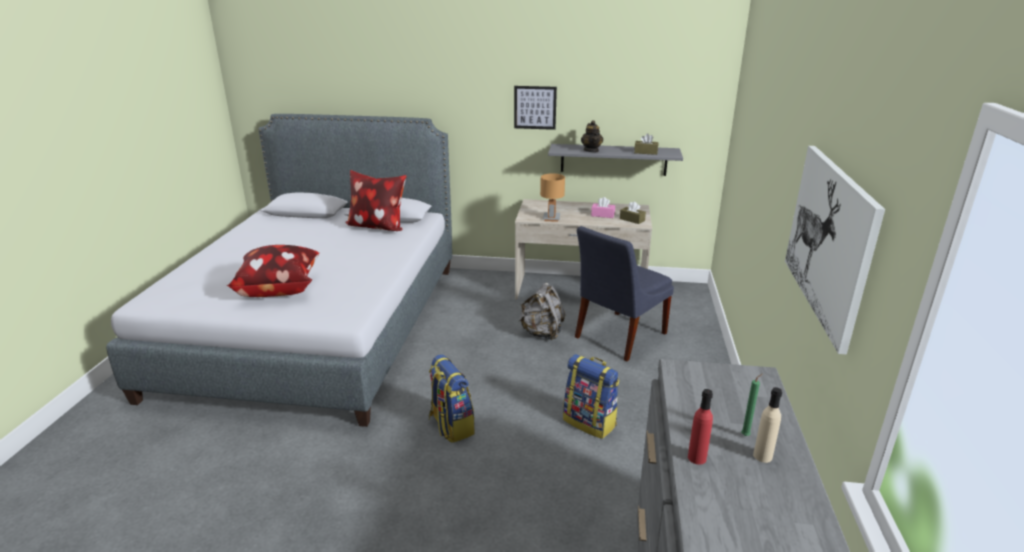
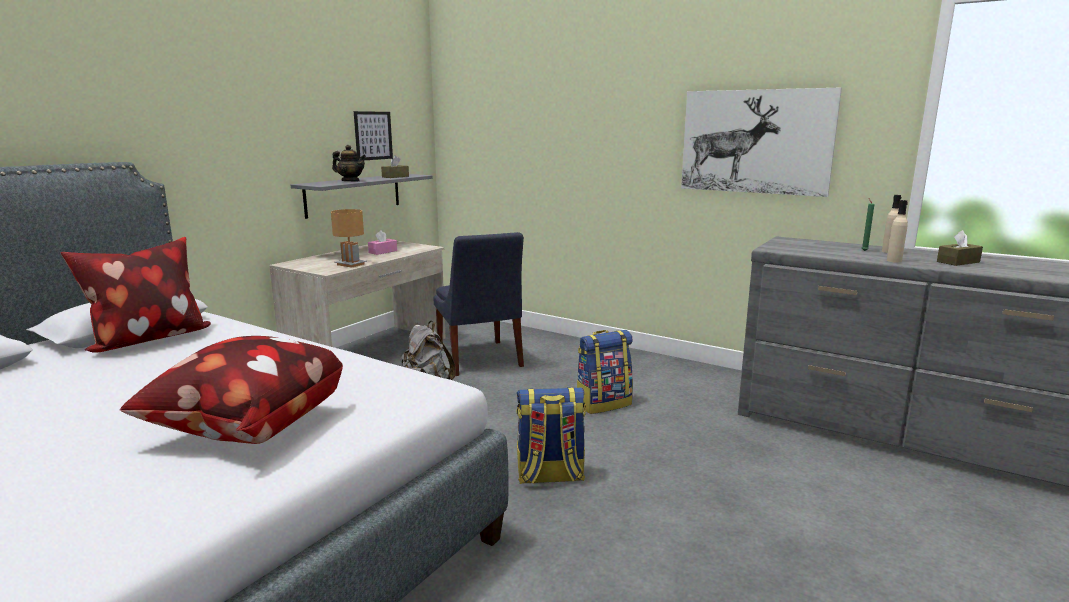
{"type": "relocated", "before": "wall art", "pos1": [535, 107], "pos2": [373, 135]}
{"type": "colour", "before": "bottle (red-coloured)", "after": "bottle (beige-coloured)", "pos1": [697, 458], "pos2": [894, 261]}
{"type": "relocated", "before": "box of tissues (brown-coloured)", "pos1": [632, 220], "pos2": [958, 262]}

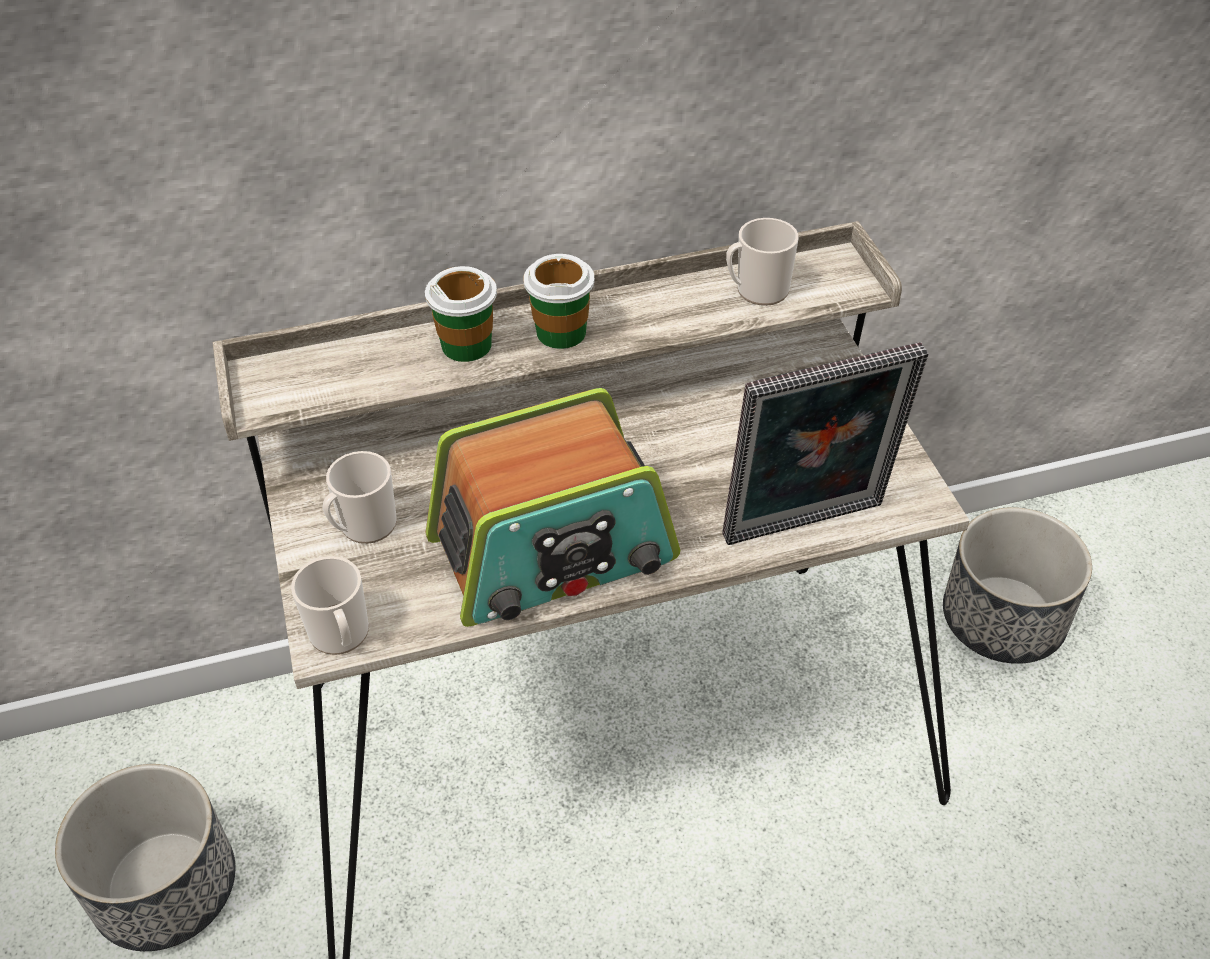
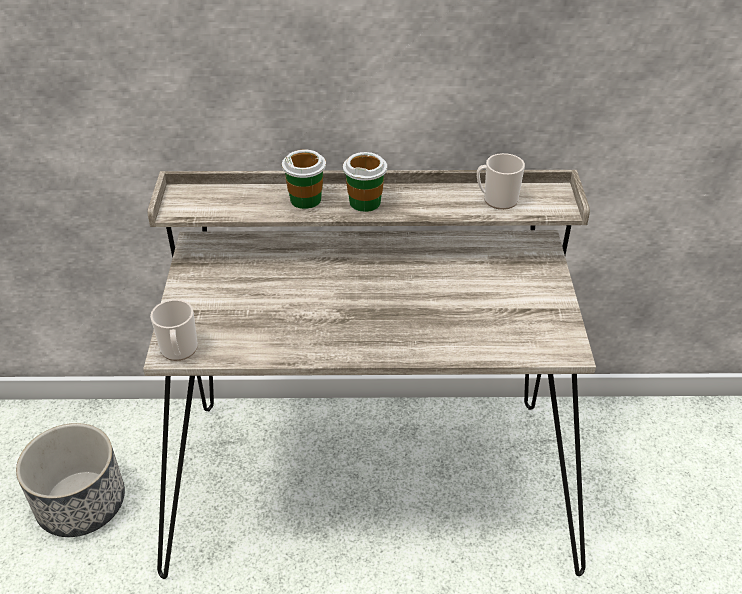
{"type": "missing", "before": "mug", "pos1": [363, 527]}
{"type": "missing", "before": "radio receiver", "pos1": [553, 551]}
{"type": "missing", "before": "photo frame", "pos1": [807, 527]}
{"type": "missing", "before": "planter", "pos1": [1002, 618]}

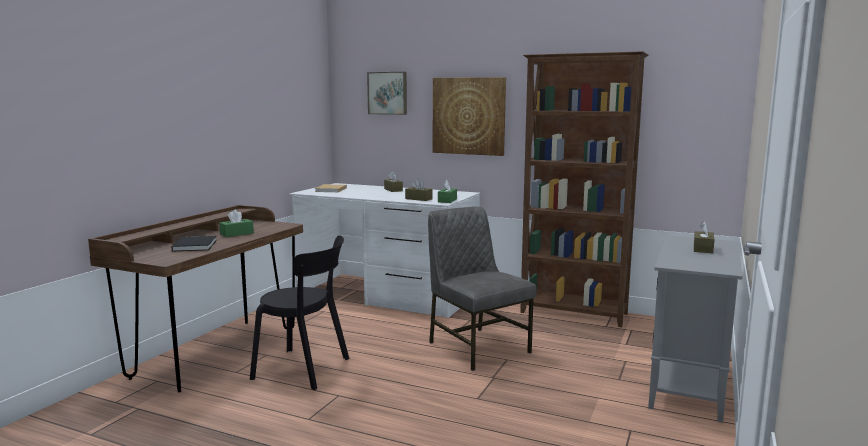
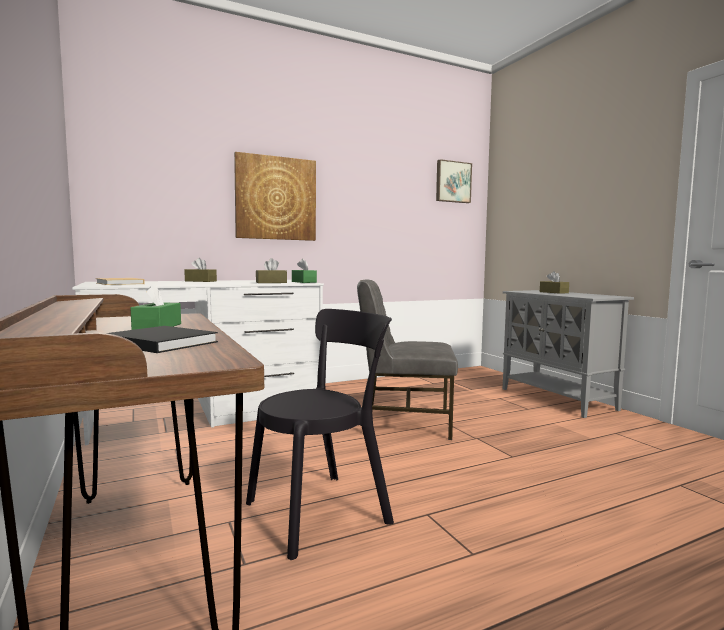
{"type": "relocated", "before": "wall art", "pos1": [388, 93], "pos2": [452, 182]}
{"type": "missing", "before": "bookshelf (brown-coloured)", "pos1": [574, 313]}

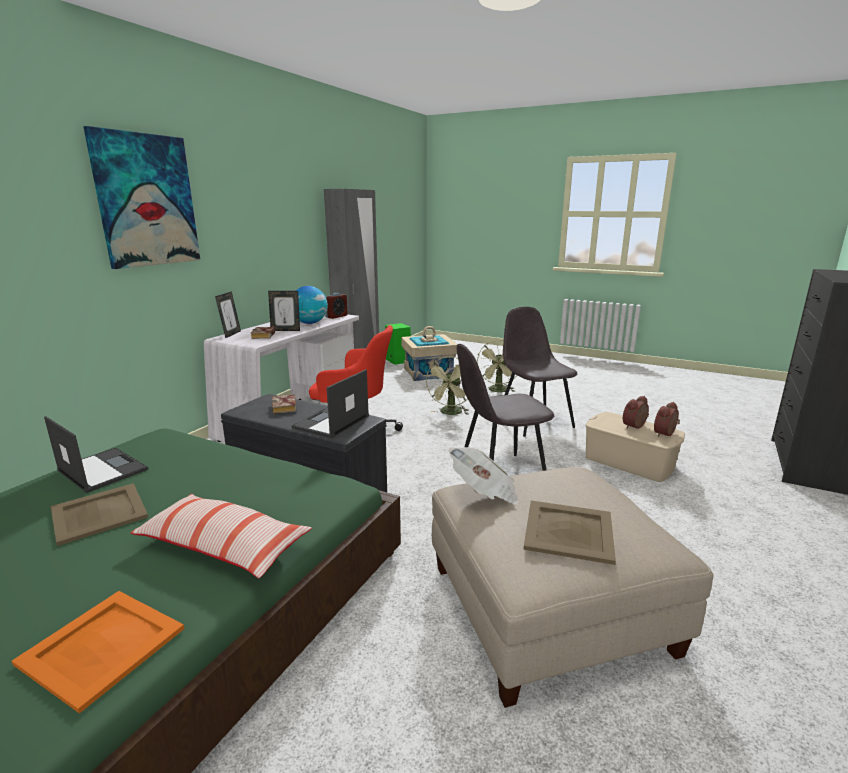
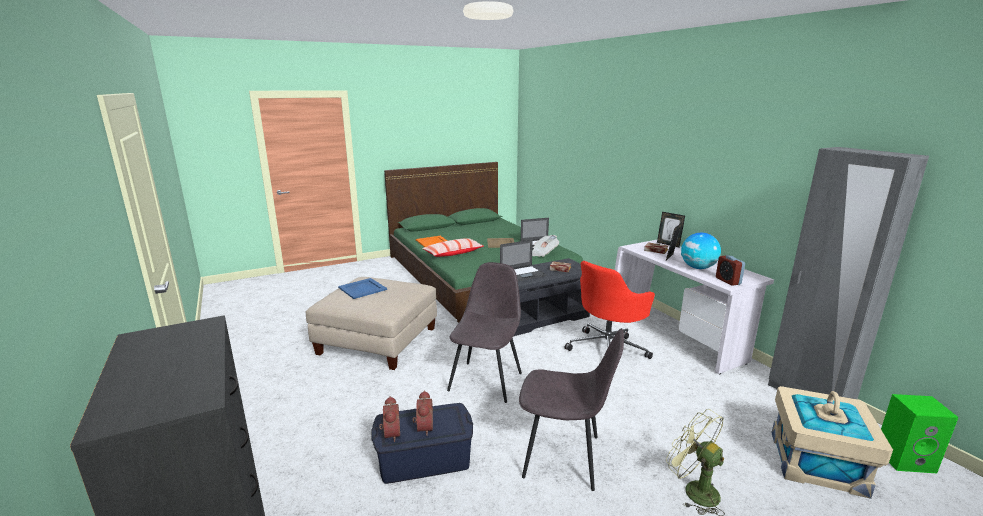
{"type": "colour", "before": "tray (beige-coloured)", "after": "tray (blue-coloured)", "pos1": [568, 531], "pos2": [363, 288]}
{"type": "colour", "before": "storage container (beige-coloured)", "after": "storage container (blue-coloured)", "pos1": [629, 462], "pos2": [424, 458]}
{"type": "spun", "before": "portable computer", "pos1": [331, 422], "pos2": [523, 274], "turn": 90}
{"type": "relocated", "before": "newspaper", "pos1": [484, 492], "pos2": [543, 253]}
{"type": "missing", "before": "wall art", "pos1": [146, 200]}
{"type": "missing", "before": "electric fan (green-coloured)", "pos1": [450, 413]}

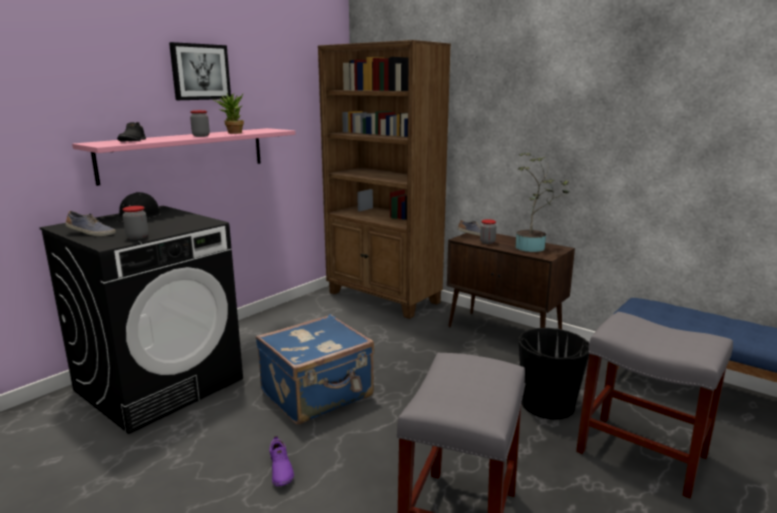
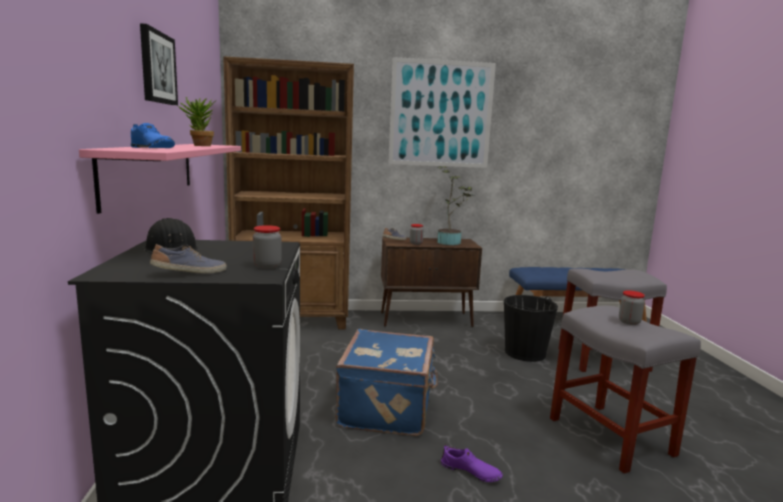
{"type": "colour", "before": "item of footwear (blackish)", "after": "item of footwear (blue-coloured)", "pos1": [132, 141], "pos2": [152, 148]}
{"type": "appeared", "after": "wall art", "pos2": [441, 114]}
{"type": "relocated", "before": "storage jar", "pos1": [201, 136], "pos2": [629, 322]}

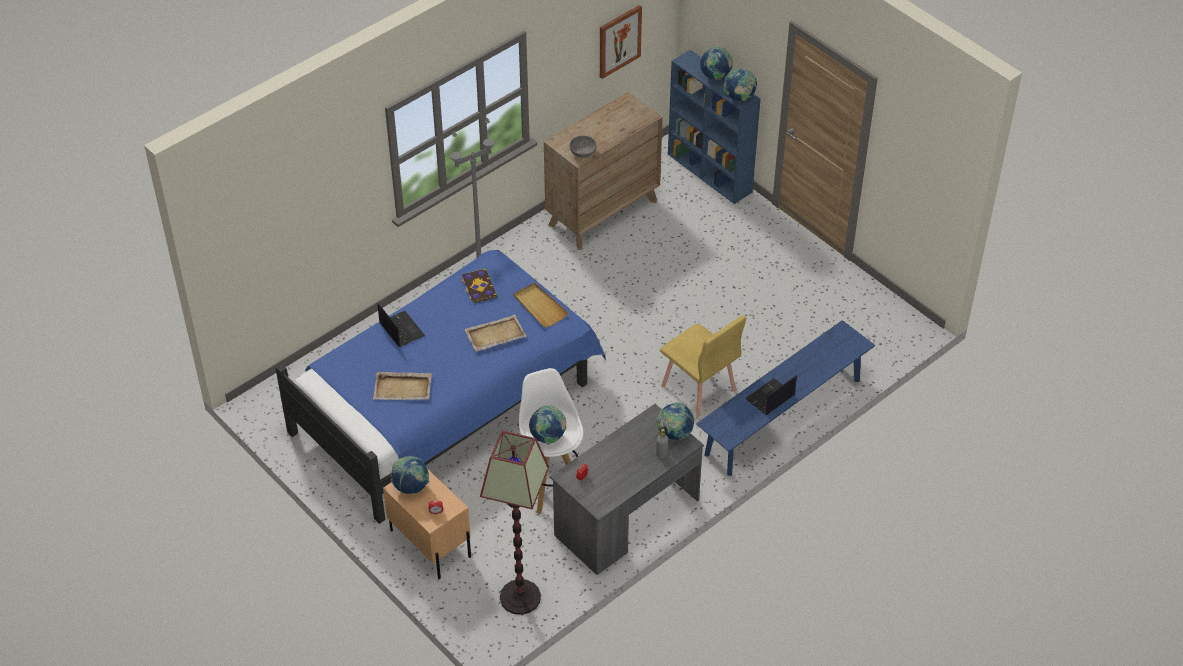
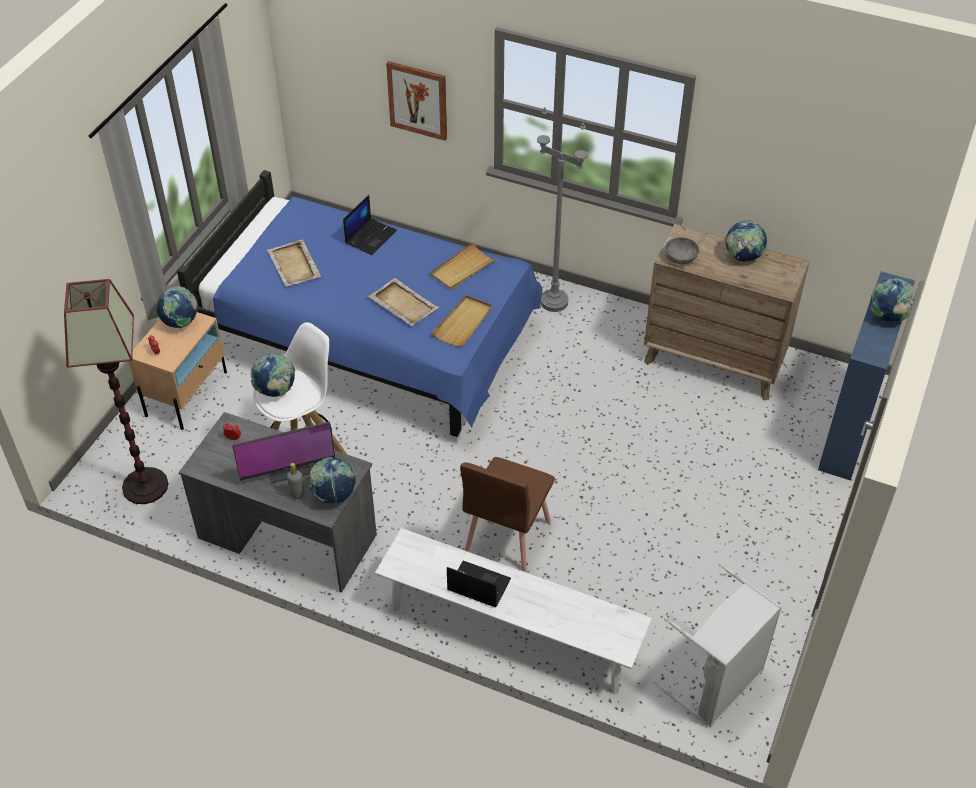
{"type": "appeared", "after": "computer display", "pos2": [288, 465]}
{"type": "colour", "before": "long seat (blue-coloured)", "after": "long seat (whitish)", "pos1": [783, 417], "pos2": [510, 632]}
{"type": "relocated", "before": "wall art", "pos1": [619, 41], "pos2": [418, 100]}
{"type": "exchanged", "before": "book", "after": "tray (beige-coloured)", "pos1": [478, 287], "pos2": [462, 269]}
{"type": "colour", "before": "chair (yellow)", "after": "chair (brown-coloured)", "pos1": [698, 389], "pos2": [507, 536]}
{"type": "appeared", "after": "laundry basket (grey)", "pos2": [717, 684]}
{"type": "relocated", "before": "globe", "pos1": [739, 98], "pos2": [742, 257]}

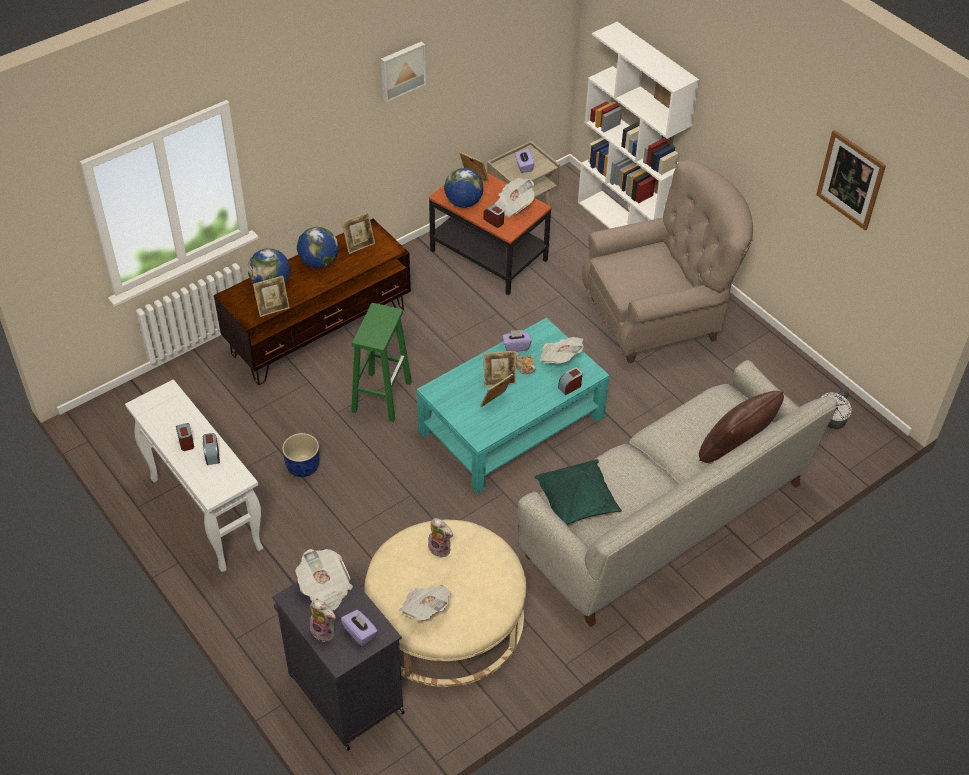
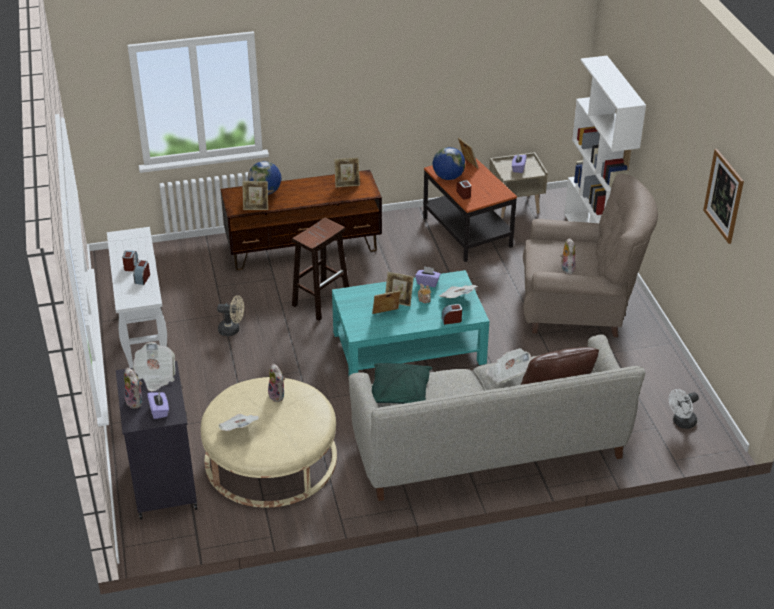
{"type": "exchanged", "before": "planter (blue-coloured)", "after": "electric fan (beige-coloured)", "pos1": [302, 466], "pos2": [232, 330]}
{"type": "colour", "before": "sitting stool (green-coloured)", "after": "sitting stool (brown-coloured)", "pos1": [382, 396], "pos2": [321, 301]}
{"type": "relocated", "before": "newspaper", "pos1": [513, 206], "pos2": [507, 374]}
{"type": "appeared", "after": "plush toy", "pos2": [566, 268]}
{"type": "missing", "before": "globe", "pos1": [319, 262]}
{"type": "missing", "before": "wall art", "pos1": [402, 70]}

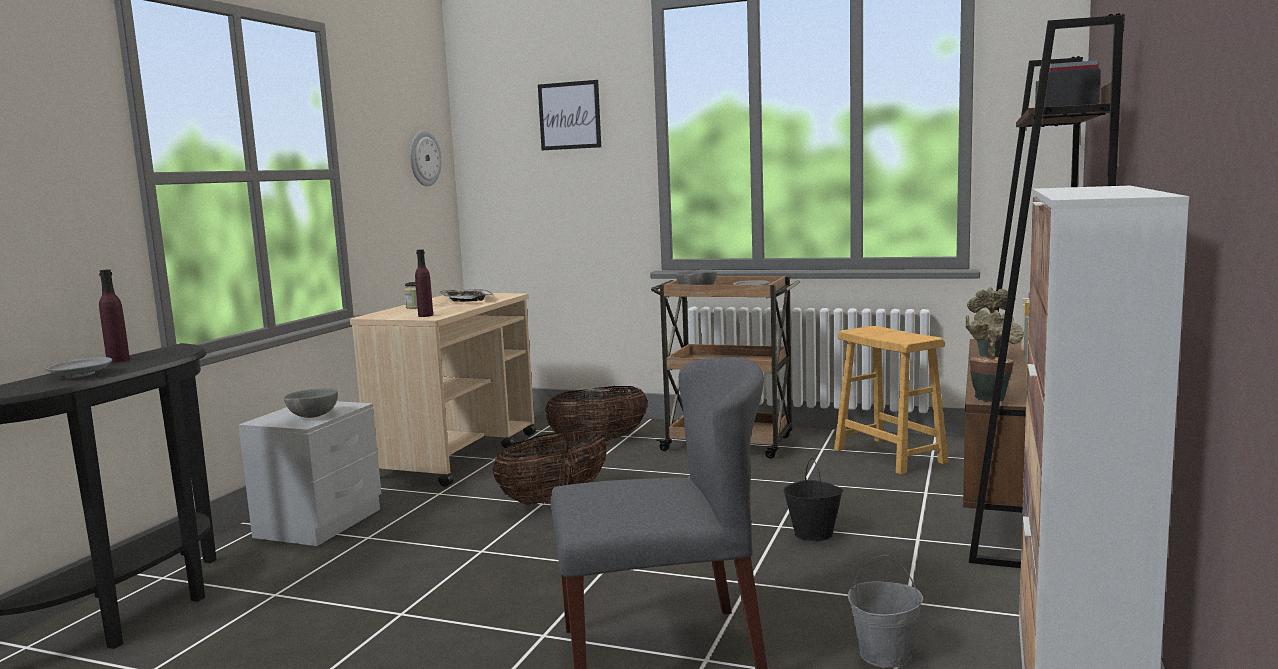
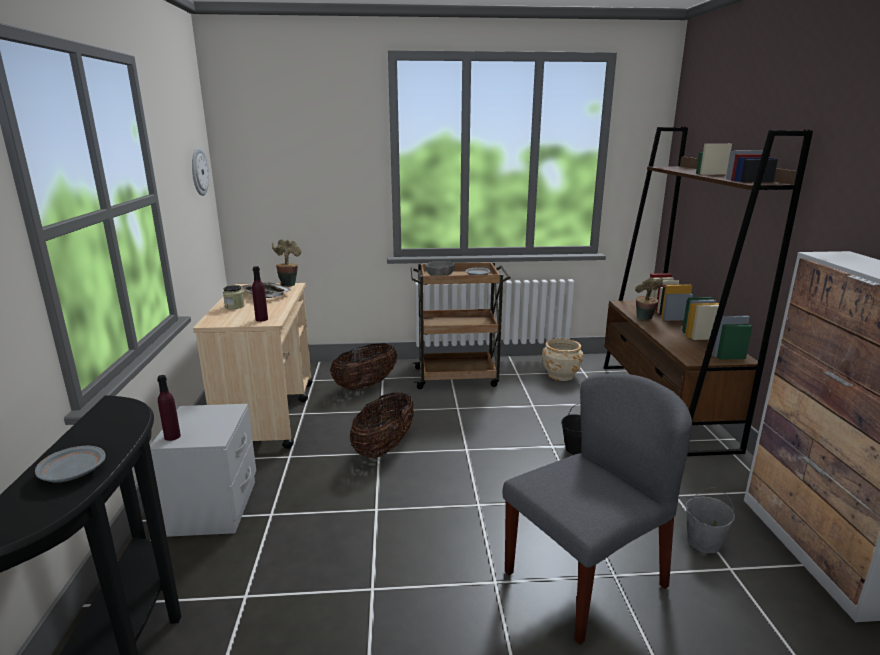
{"type": "relocated", "before": "bottle (purple-coloured)", "pos1": [118, 360], "pos2": [172, 436]}
{"type": "relocated", "before": "houseplant", "pos1": [990, 398], "pos2": [288, 284]}
{"type": "exchanged", "before": "sitting stool (brown-coloured)", "after": "planter (beige-coloured)", "pos1": [889, 456], "pos2": [561, 375]}
{"type": "missing", "before": "bowl (grey)", "pos1": [311, 417]}
{"type": "missing", "before": "wall art", "pos1": [569, 115]}

